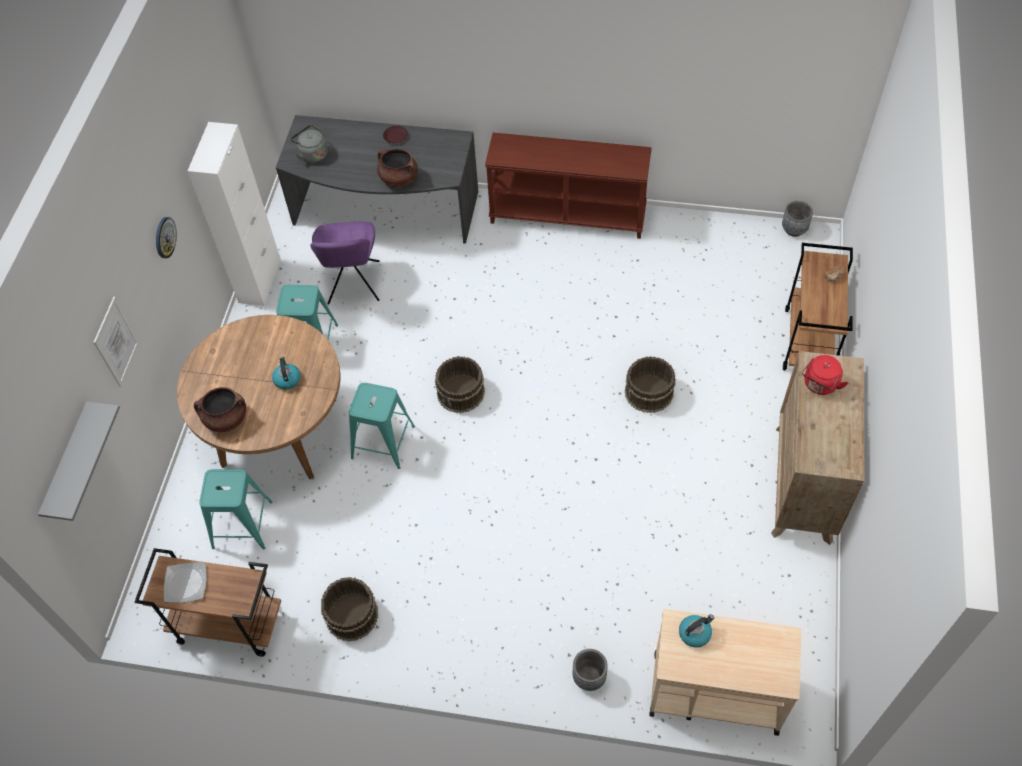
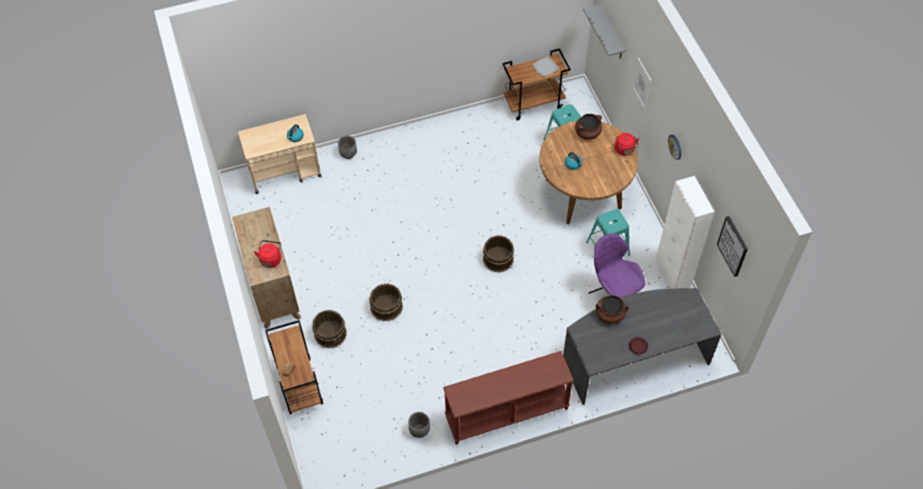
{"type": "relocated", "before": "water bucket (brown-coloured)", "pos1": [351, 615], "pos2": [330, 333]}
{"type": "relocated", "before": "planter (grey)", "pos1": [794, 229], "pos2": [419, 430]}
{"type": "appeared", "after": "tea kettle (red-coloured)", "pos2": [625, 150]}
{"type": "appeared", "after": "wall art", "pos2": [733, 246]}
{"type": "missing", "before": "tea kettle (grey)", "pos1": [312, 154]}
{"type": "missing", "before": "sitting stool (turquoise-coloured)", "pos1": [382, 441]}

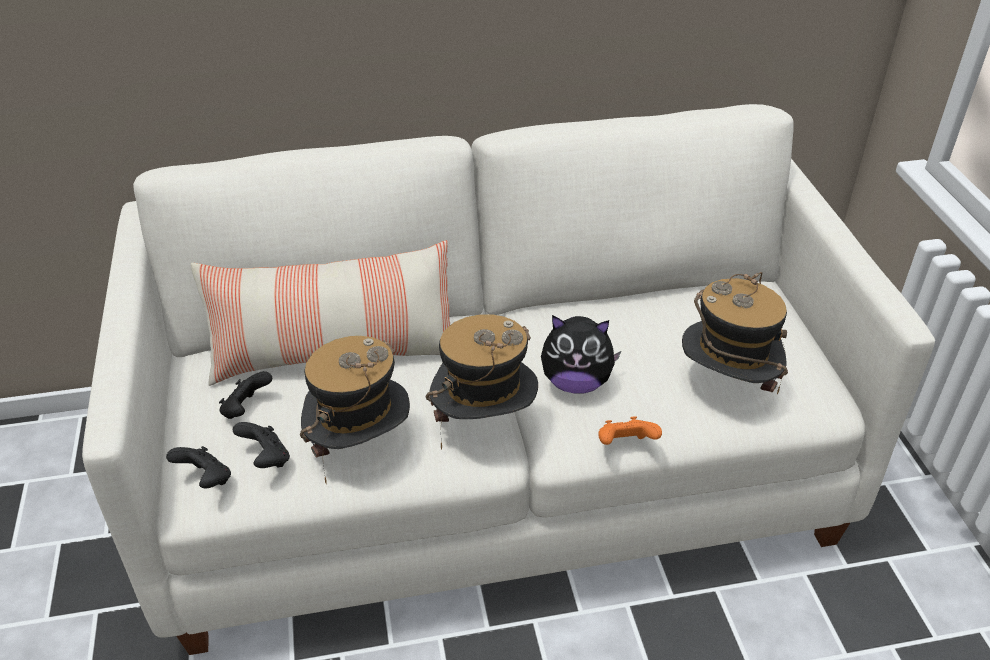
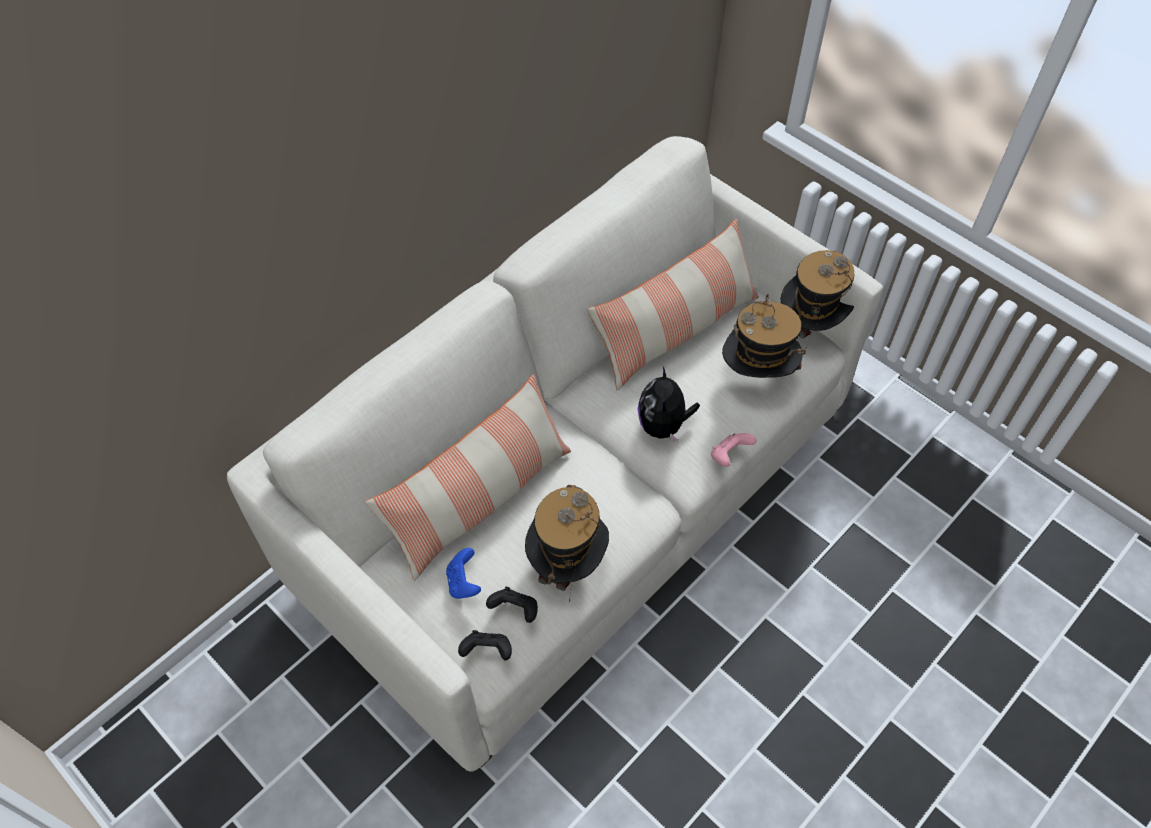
{"type": "colour", "before": "game controller (blackish)", "after": "game controller (blue-coloured)", "pos1": [246, 409], "pos2": [463, 582]}
{"type": "appeared", "after": "cushion", "pos2": [675, 330]}
{"type": "spun", "before": "plush toy", "pos1": [576, 382], "pos2": [663, 426], "turn": 120}
{"type": "colour", "before": "game controller (orangey)", "after": "game controller (pink-coloured)", "pos1": [625, 445], "pos2": [729, 456]}
{"type": "relocated", "before": "wearable hat", "pos1": [484, 425], "pos2": [810, 326]}

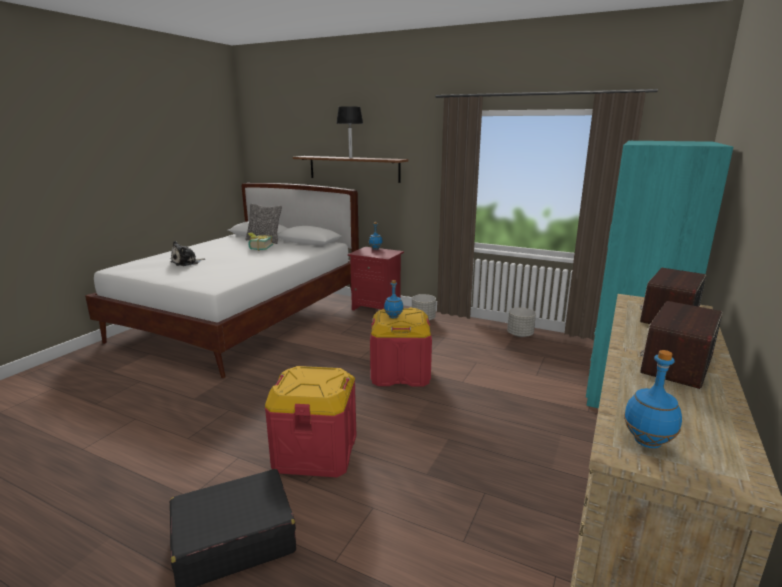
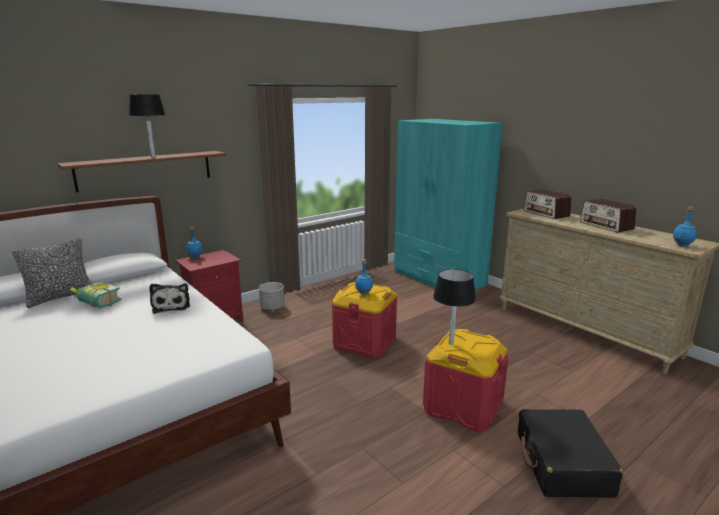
{"type": "relocated", "before": "plush toy", "pos1": [187, 262], "pos2": [171, 306]}
{"type": "appeared", "after": "table lamp (blackish)", "pos2": [451, 343]}
{"type": "missing", "before": "planter (grey)", "pos1": [520, 335]}

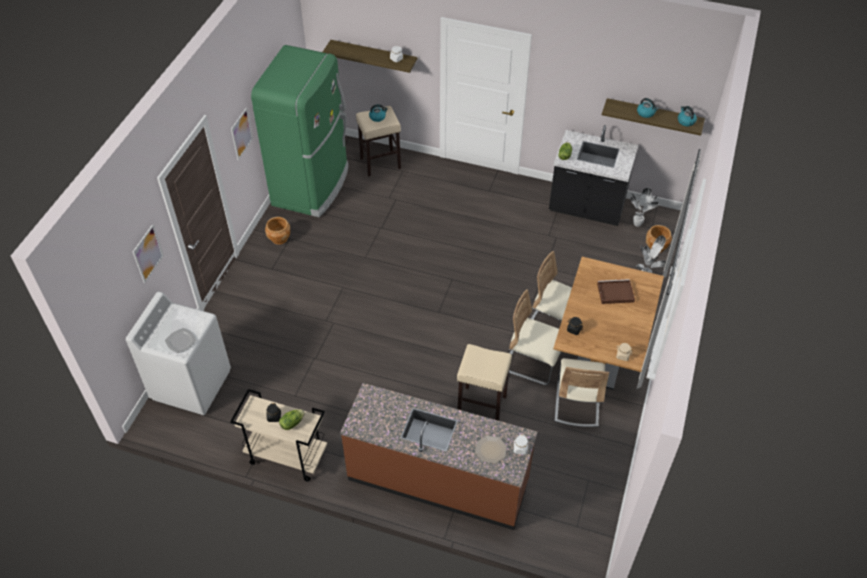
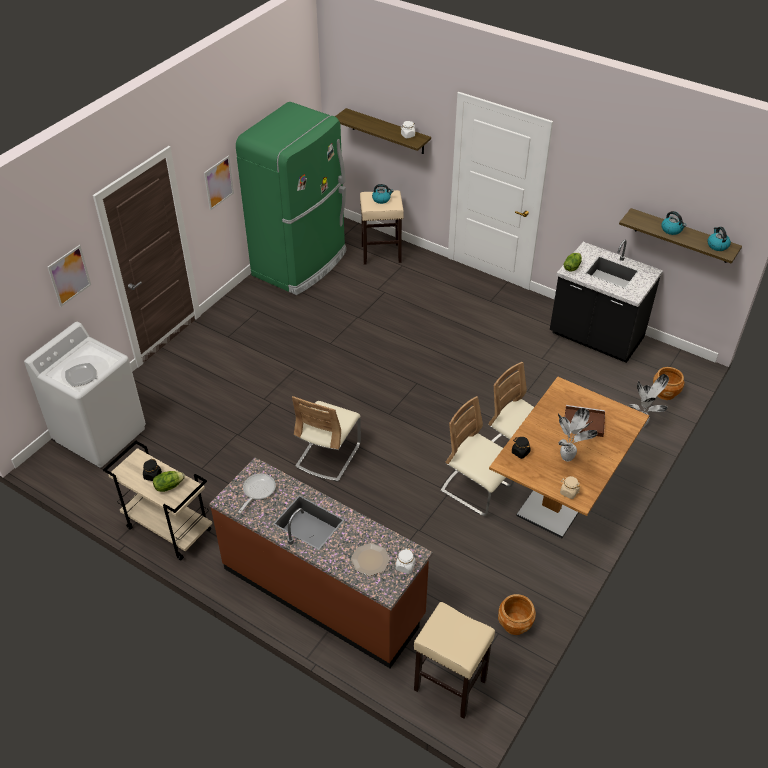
{"type": "appeared", "after": "skillet", "pos2": [257, 491]}
{"type": "relocated", "before": "chair (beige-coloured)", "pos1": [577, 404], "pos2": [328, 455]}
{"type": "relocated", "before": "sitting stool (beige-coloured)", "pos1": [481, 405], "pos2": [449, 685]}
{"type": "relocated", "before": "planter (brown-coloured)", "pos1": [279, 238], "pos2": [514, 624]}
{"type": "relocated", "before": "houseplant", "pos1": [638, 224], "pos2": [567, 458]}

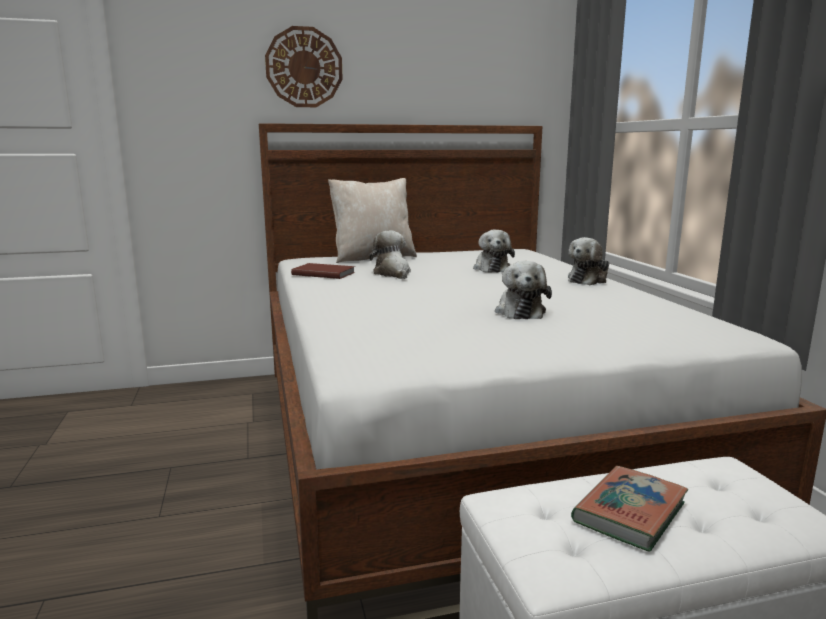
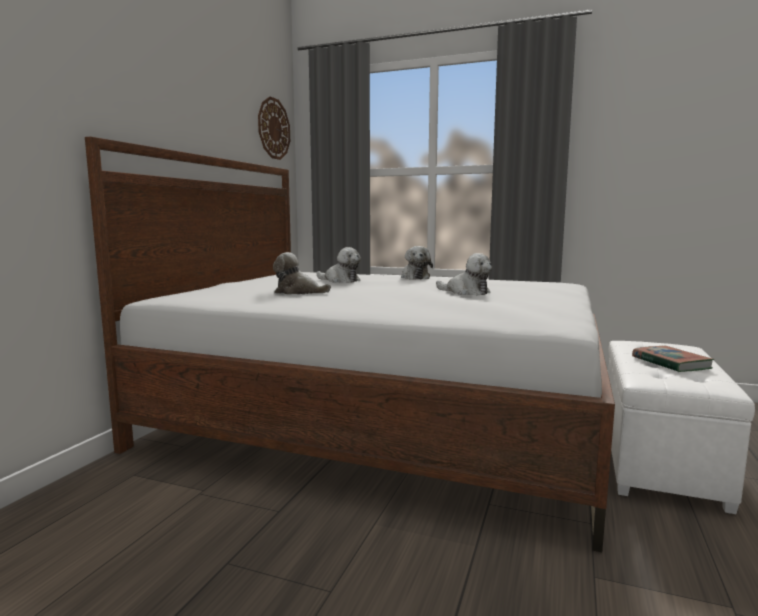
{"type": "relocated", "before": "clock on the wall", "pos1": [304, 67], "pos2": [273, 128]}
{"type": "missing", "before": "book (brown-coloured)", "pos1": [323, 273]}
{"type": "missing", "before": "cushion (beige-coloured)", "pos1": [373, 257]}

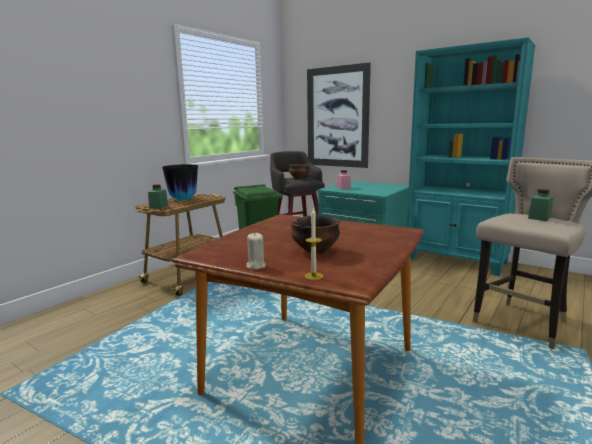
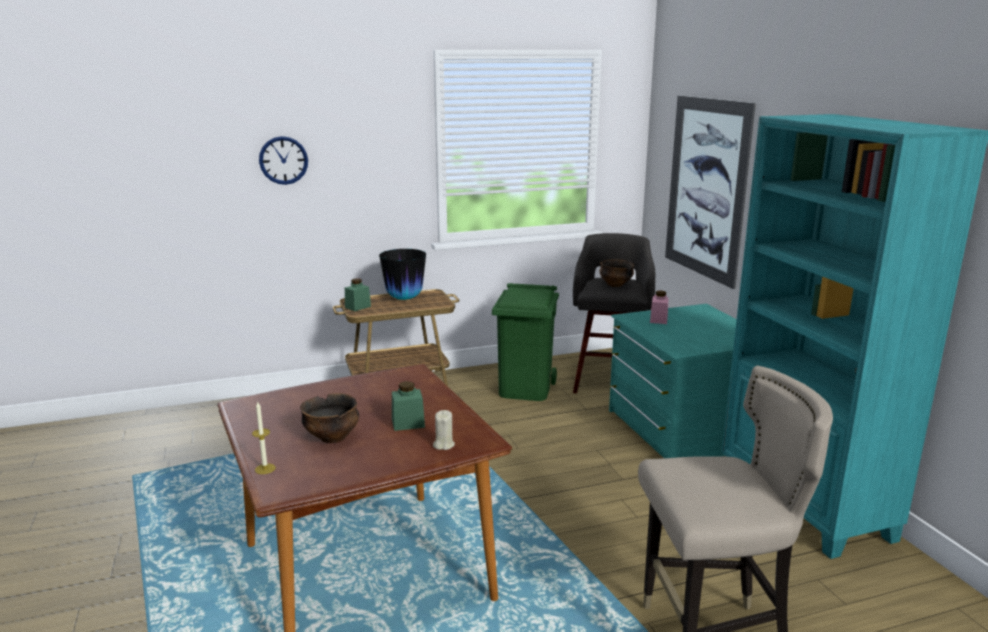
{"type": "appeared", "after": "clock on the wall", "pos2": [283, 160]}
{"type": "relocated", "before": "storage jar (green-coloured)", "pos1": [539, 217], "pos2": [408, 423]}
{"type": "relocated", "before": "wax light (beige-coloured)", "pos1": [256, 266], "pos2": [443, 445]}

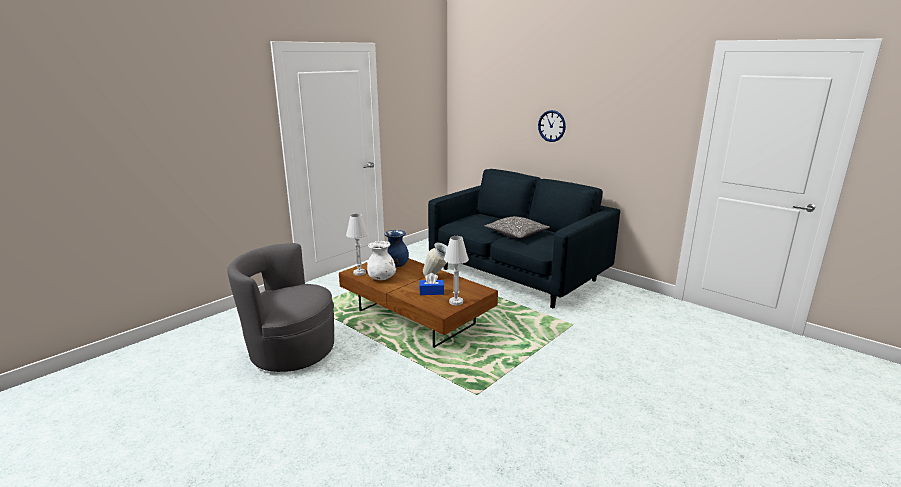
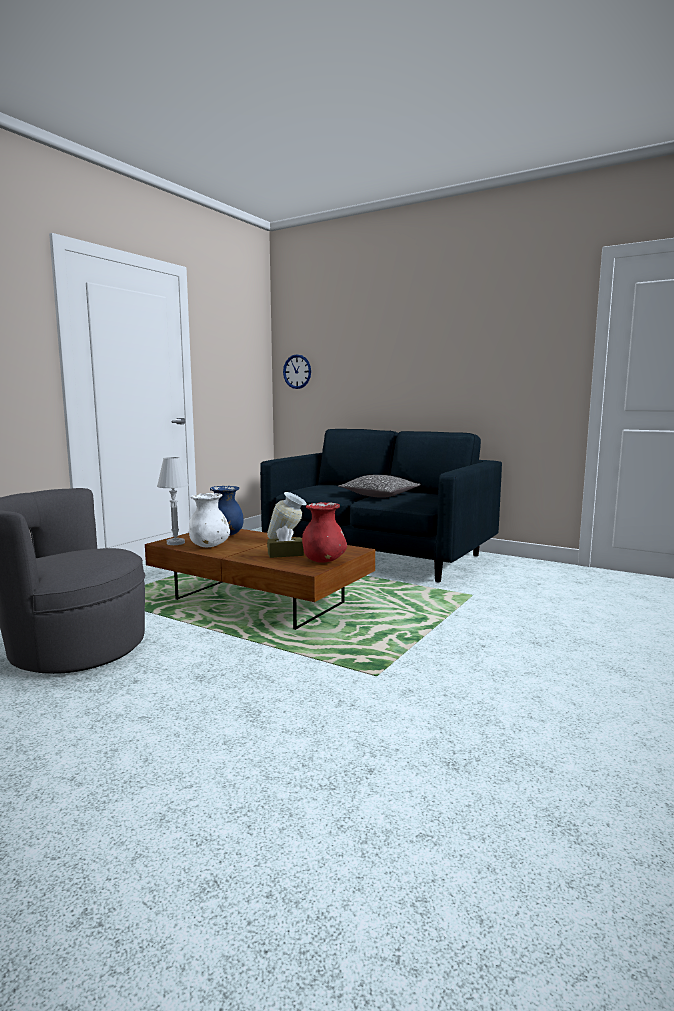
{"type": "colour", "before": "box of tissues (blue-coloured)", "after": "box of tissues (brown-coloured)", "pos1": [431, 292], "pos2": [285, 554]}
{"type": "relocated", "before": "clock on the wall", "pos1": [551, 126], "pos2": [297, 371]}
{"type": "exchanged", "before": "table lamp (whitish)", "after": "vase (red-coloured)", "pos1": [456, 302], "pos2": [323, 561]}

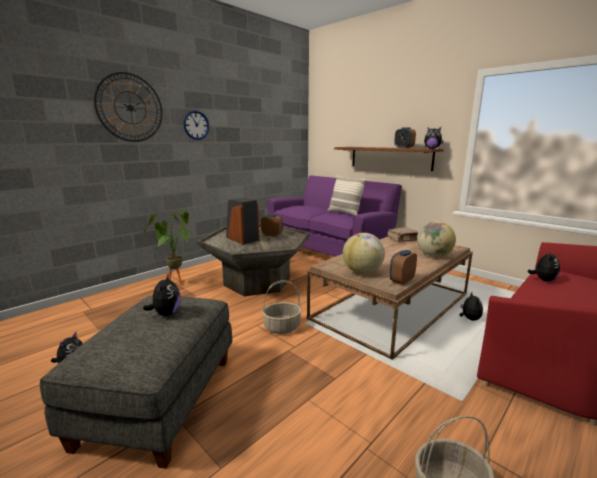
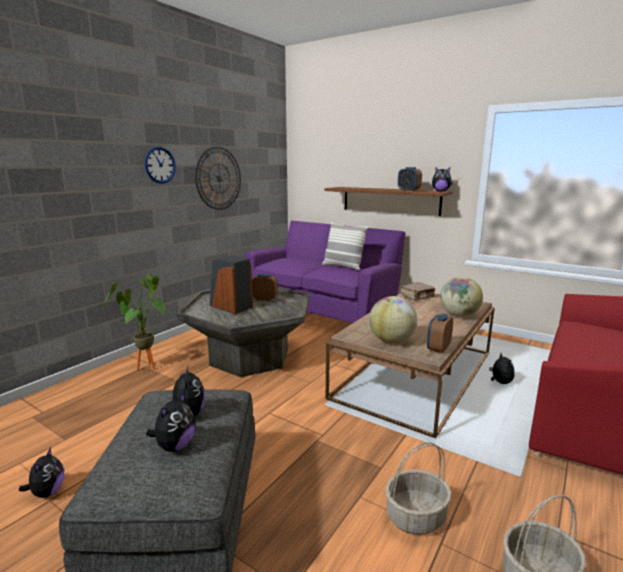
{"type": "relocated", "before": "plush toy", "pos1": [543, 280], "pos2": [175, 446]}
{"type": "relocated", "before": "clock on the wall", "pos1": [130, 108], "pos2": [219, 178]}
{"type": "relocated", "before": "storage basket", "pos1": [282, 327], "pos2": [416, 516]}

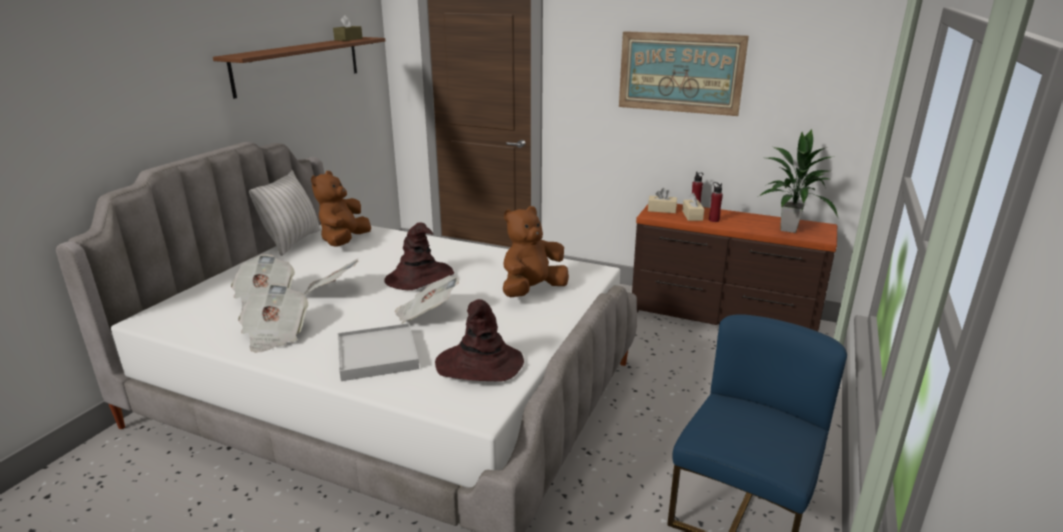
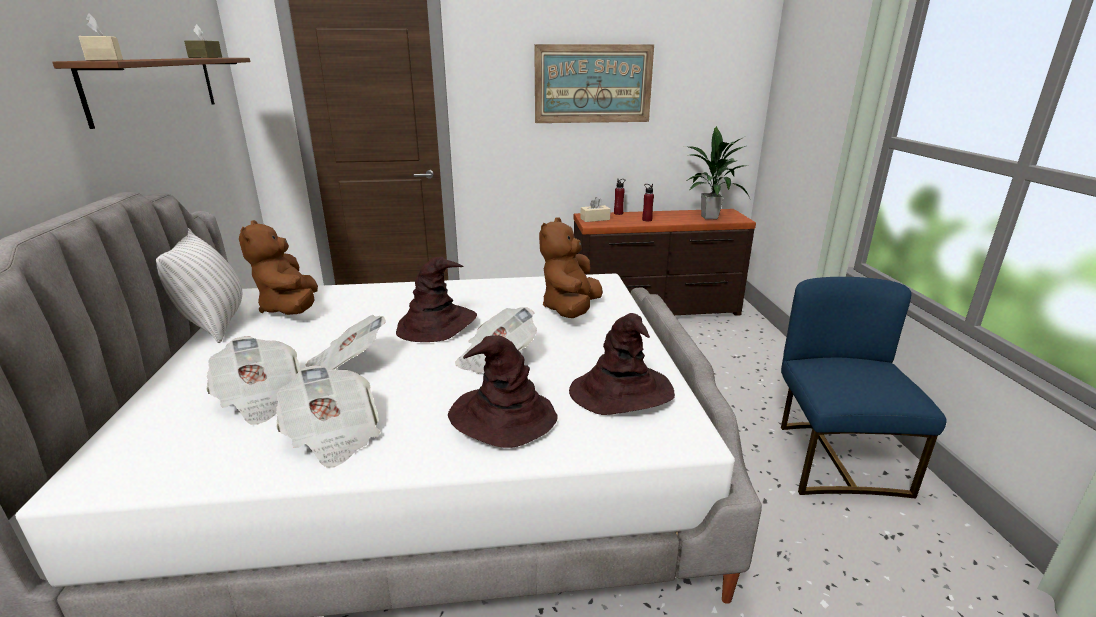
{"type": "relocated", "before": "box of tissues (beige-coloured)", "pos1": [692, 216], "pos2": [105, 60]}
{"type": "exchanged", "before": "tray (whitish)", "after": "wearable hat (brown-coloured)", "pos1": [377, 355], "pos2": [501, 418]}

